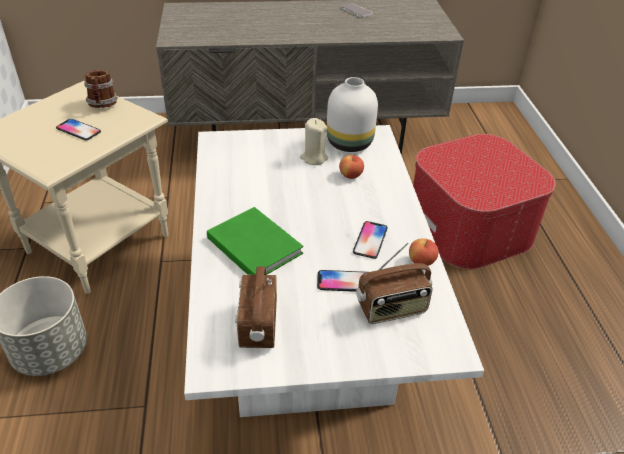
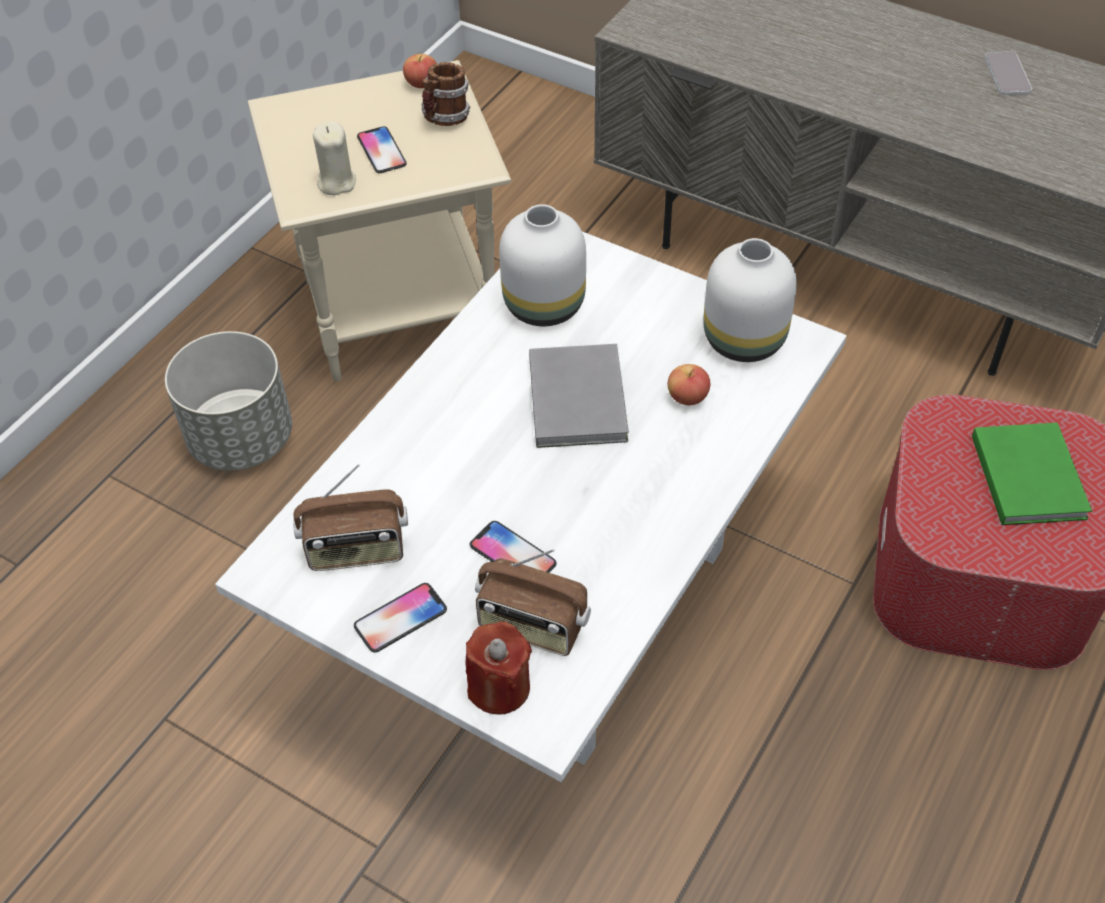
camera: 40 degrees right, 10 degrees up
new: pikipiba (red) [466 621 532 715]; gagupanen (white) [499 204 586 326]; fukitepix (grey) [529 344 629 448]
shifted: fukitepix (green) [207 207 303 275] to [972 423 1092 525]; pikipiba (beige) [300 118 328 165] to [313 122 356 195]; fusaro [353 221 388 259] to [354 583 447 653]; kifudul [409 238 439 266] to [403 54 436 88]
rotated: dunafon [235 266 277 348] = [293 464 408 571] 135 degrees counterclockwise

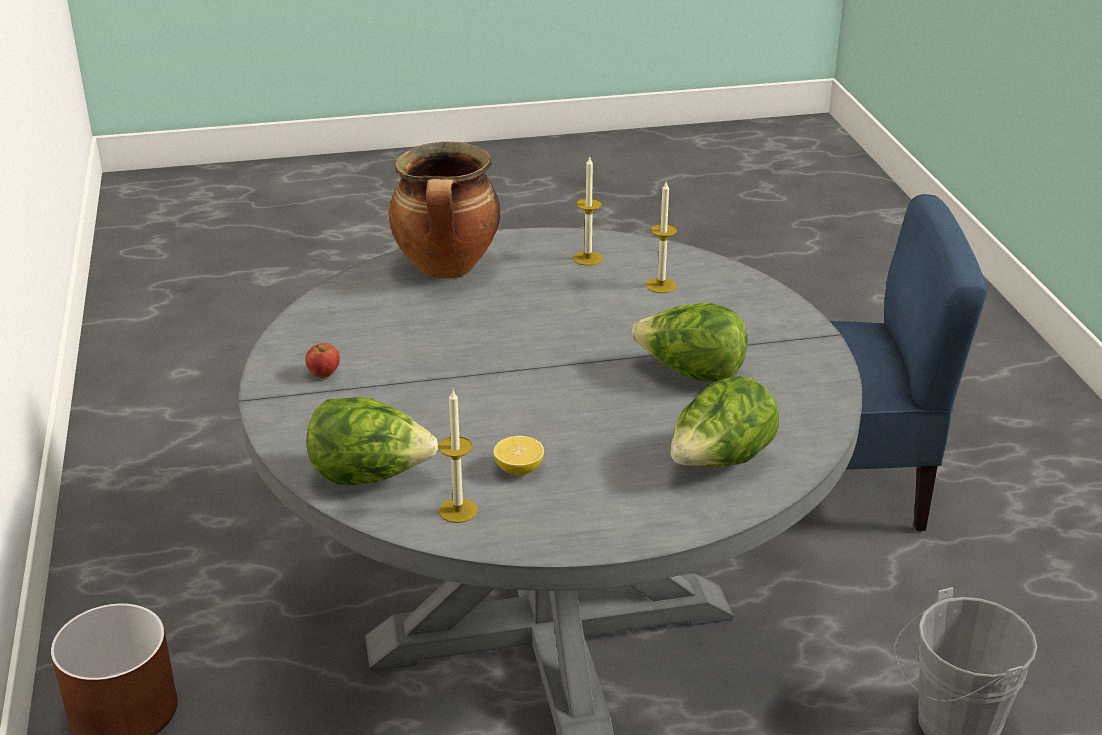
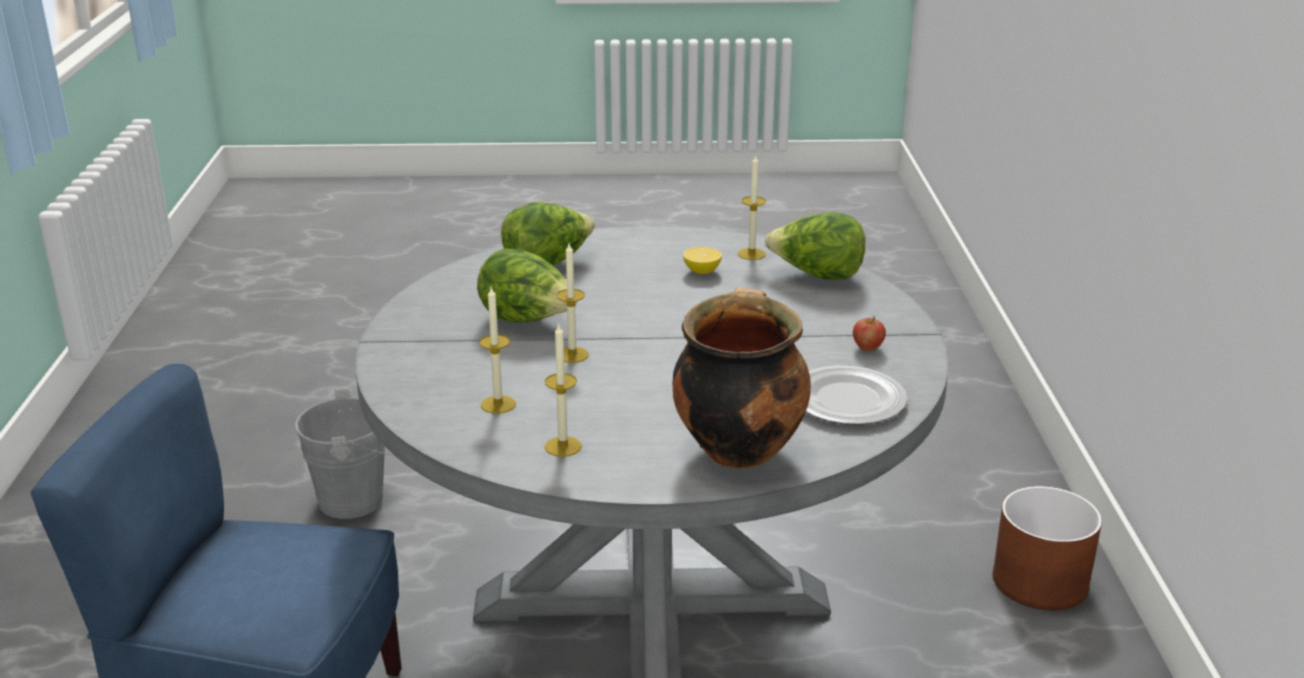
camera: 170 degrees left, 5 degrees down
new: pikipiba [557 244 589 363]; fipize [806 366 908 425]

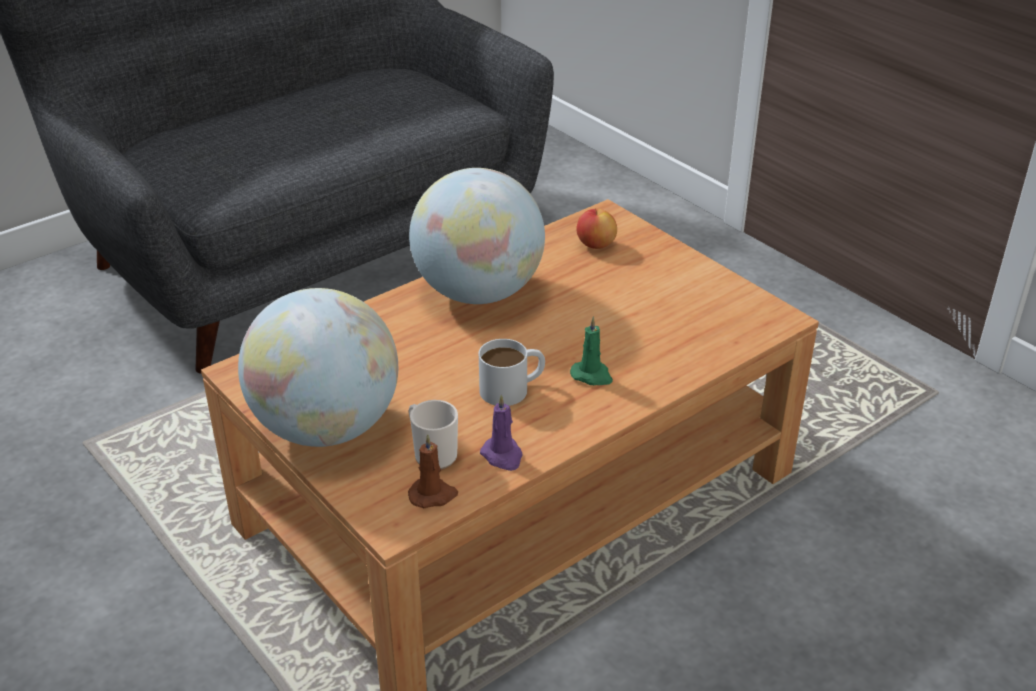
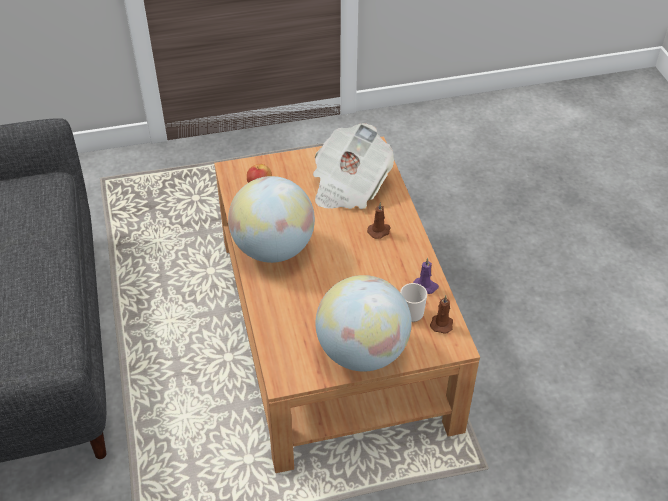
camera: 65 degrees left, 10 degrees up
gone: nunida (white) [479 339 545 406]
new: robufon [313 123 394 209]
repainted: pikipiba (green) [570 317 613 385] to pikipiba (brown) [367 202 391 239]

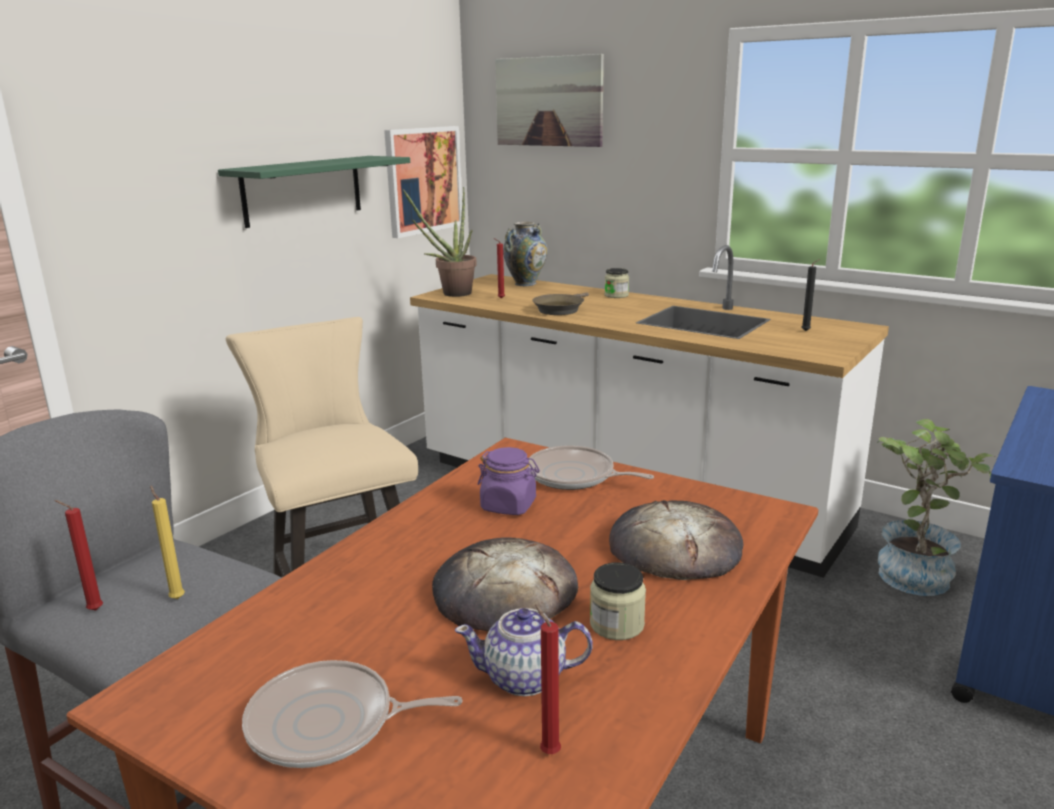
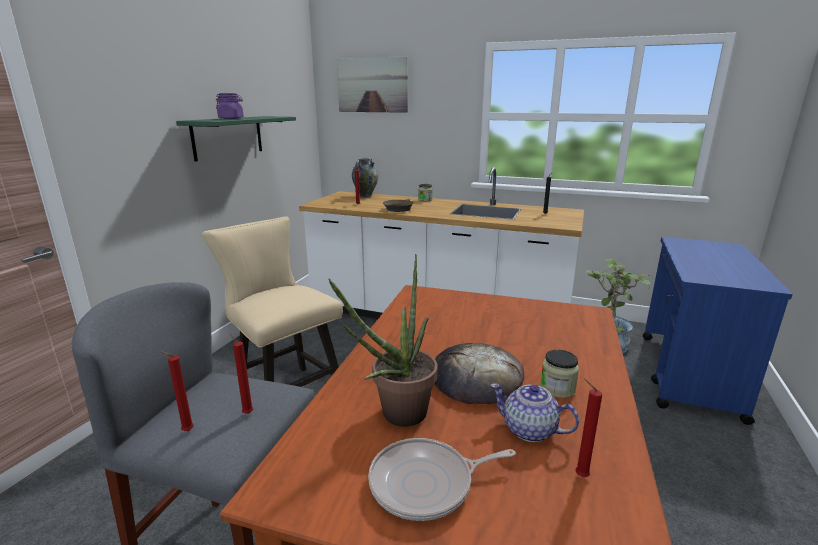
camera: 15 degrees left, 0 degrees up
gone: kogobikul [384 126 462 238]; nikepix [528 445 654 490]; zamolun [609 500 743 580]
shifted: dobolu [403 187 477 297] to [328 254 438 427]; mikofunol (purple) [478 447 540 515] to [216 93 244 119]
repainted: pikipiba (yellow) [150 485 185 599] to pikipiba (red) [229 333 253 414]
rotated: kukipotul [455 608 593 696] = [490 383 579 442] 45 degrees clockwise

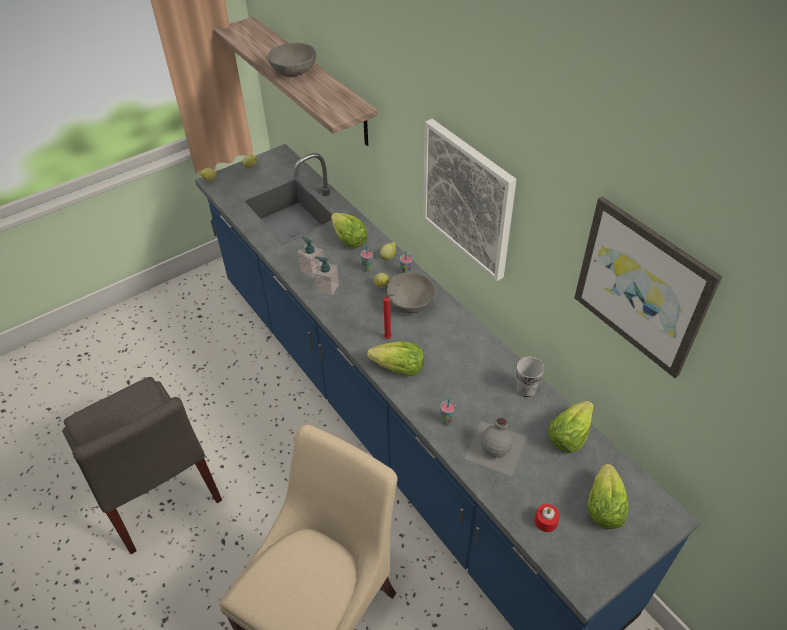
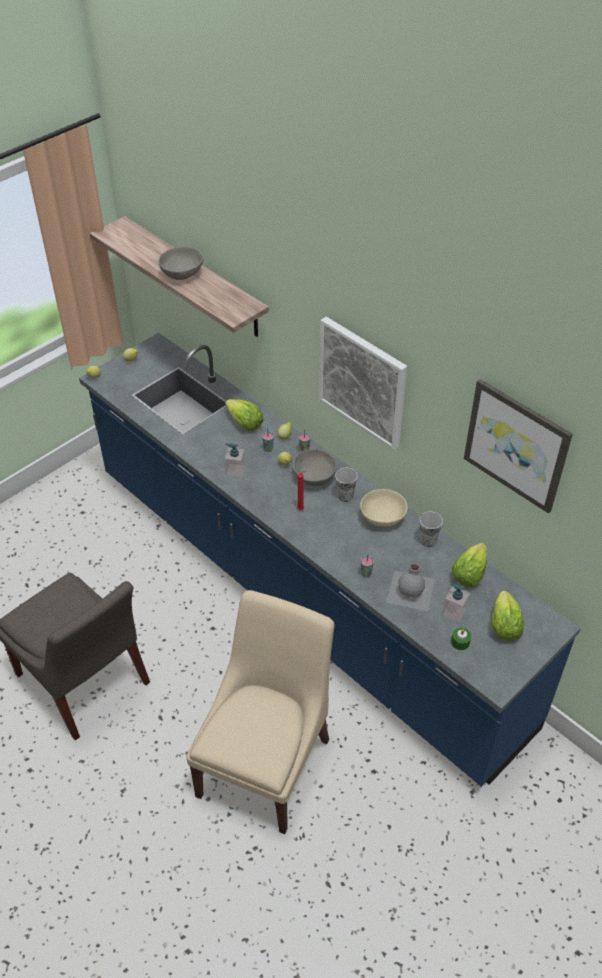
camera: 10 degrees left, 0 degrees up
gone: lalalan [367 341 424 376]
new: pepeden [335 467 358 502]; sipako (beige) [360 489 408 527]
shifted: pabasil [297 236 323 278] to [442 583 470 623]
repainted: pikipiba (red) [535 504 560 532] to pikipiba (green) [451 628 471 650]

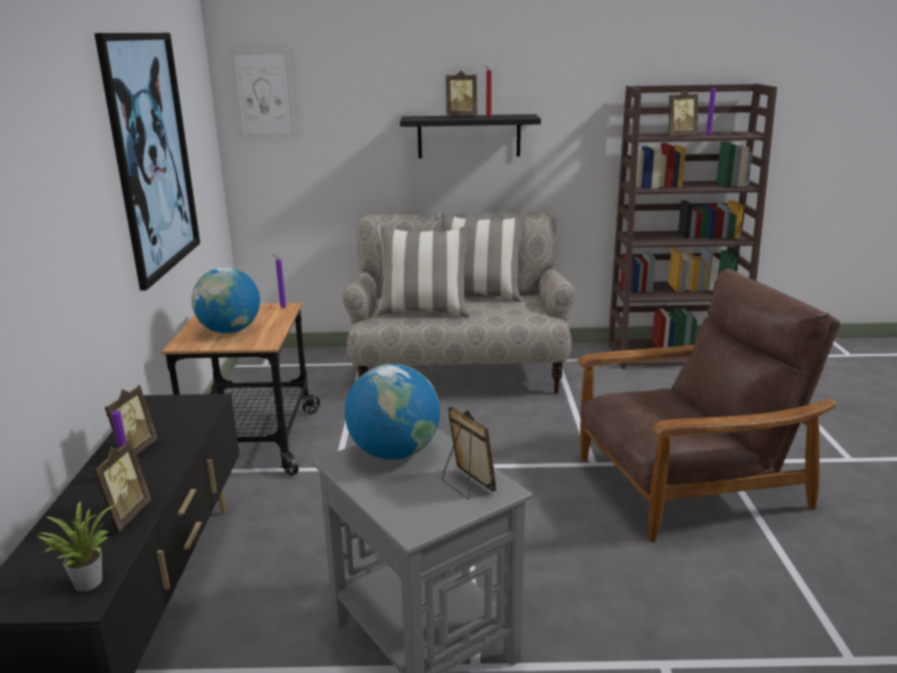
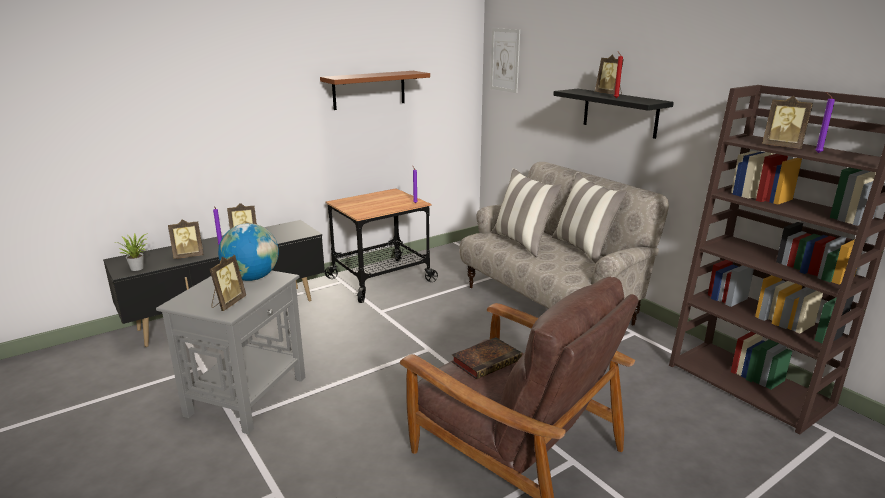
camera: 55 degrees right, 0 degrees up
gone: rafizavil [191 267 260 333]
new: fukitepix [452 337 522 379]
swapped: kogobikul [94 33 200 291] to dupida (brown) [320 71 430 110]

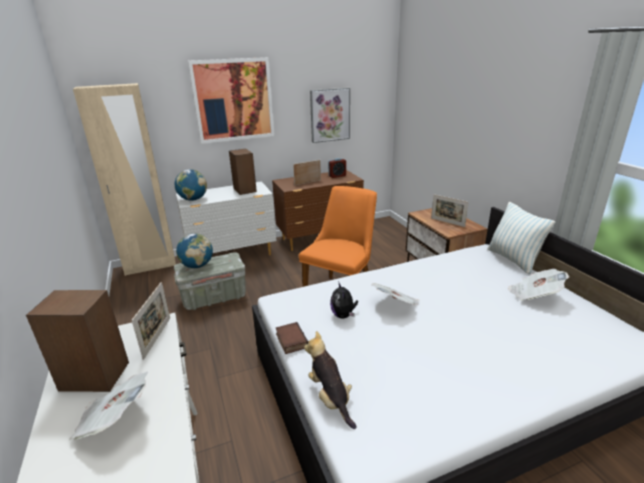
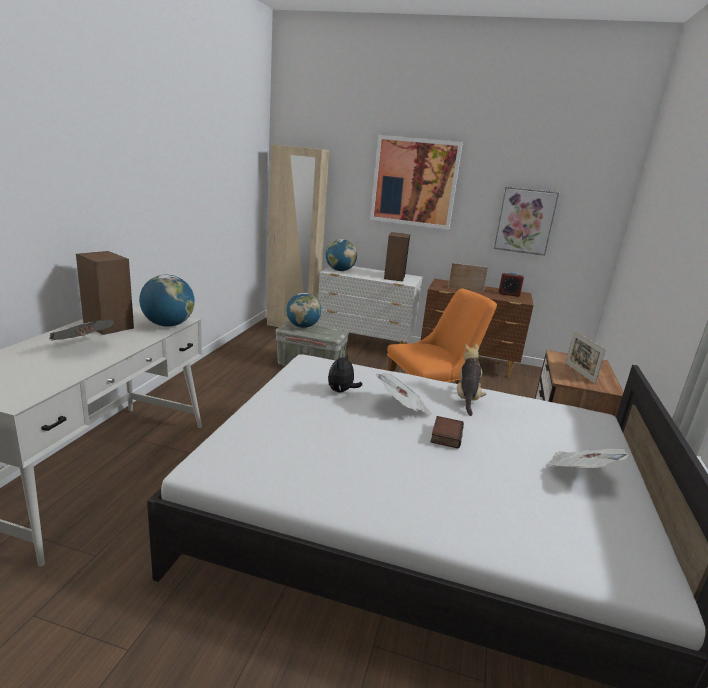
camera: 35 degrees right, 5 degrees down
gone: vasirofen [487 202 555 274]
shifted: fukitepix [276 322 308 354] to [431 416 464 449]; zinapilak [304 331 356 429] to [457 344 487 416]
swapped: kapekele [132 282 170 360] to rafizavil [139 275 195 327]

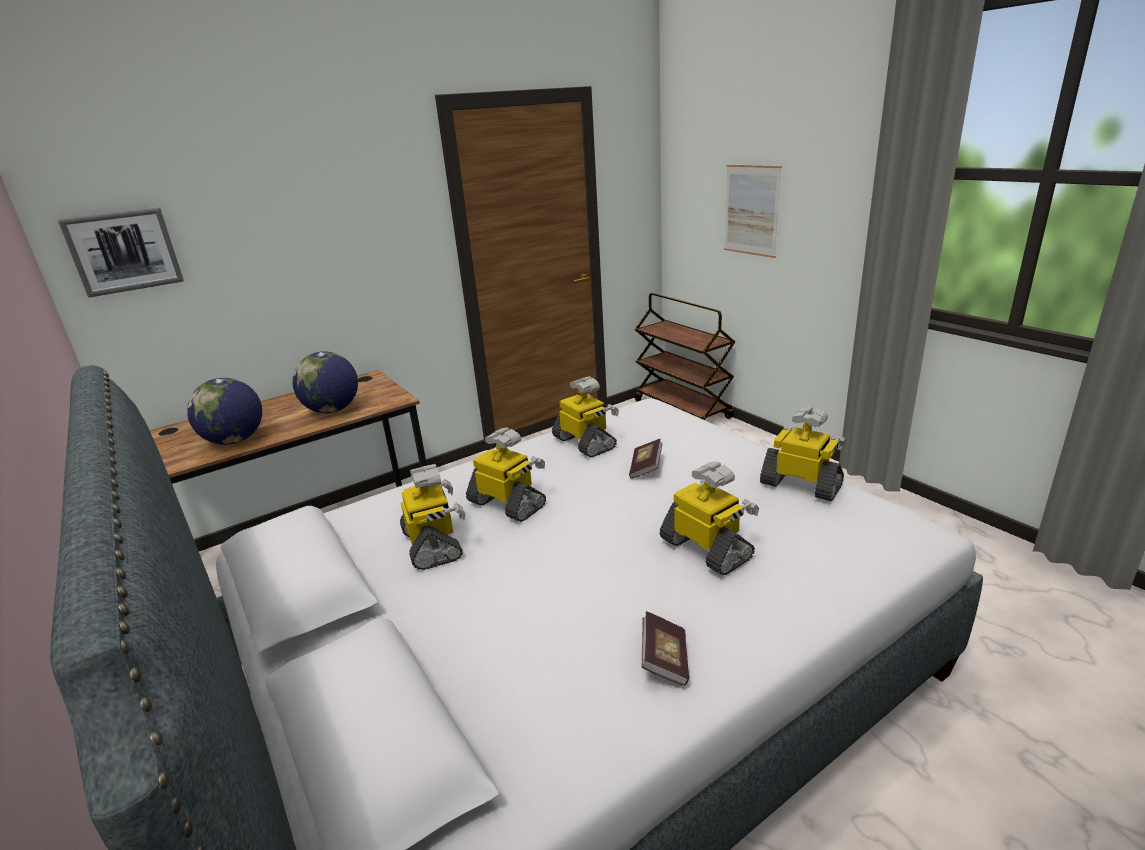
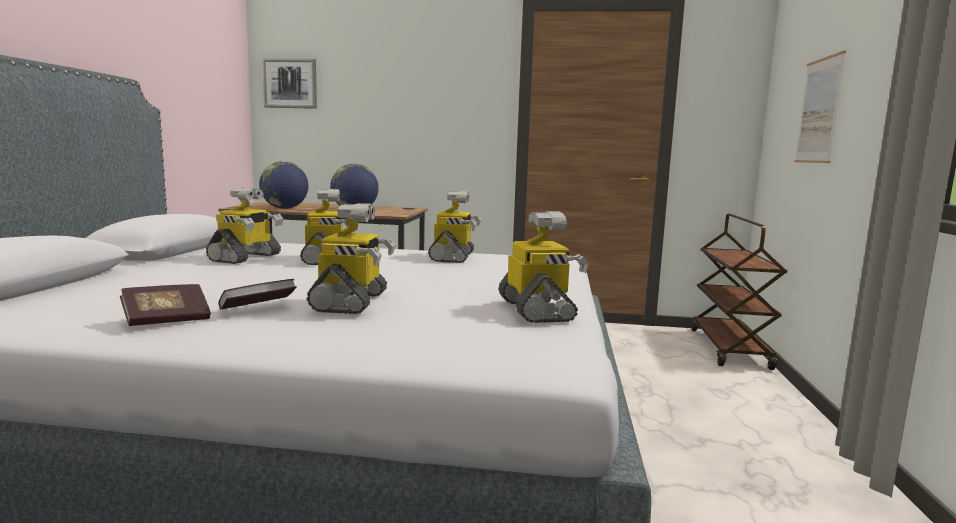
camera: 40 degrees right, 15 degrees down
shifted: fukitepix [629 439 663 479] to [218 279 296 310]

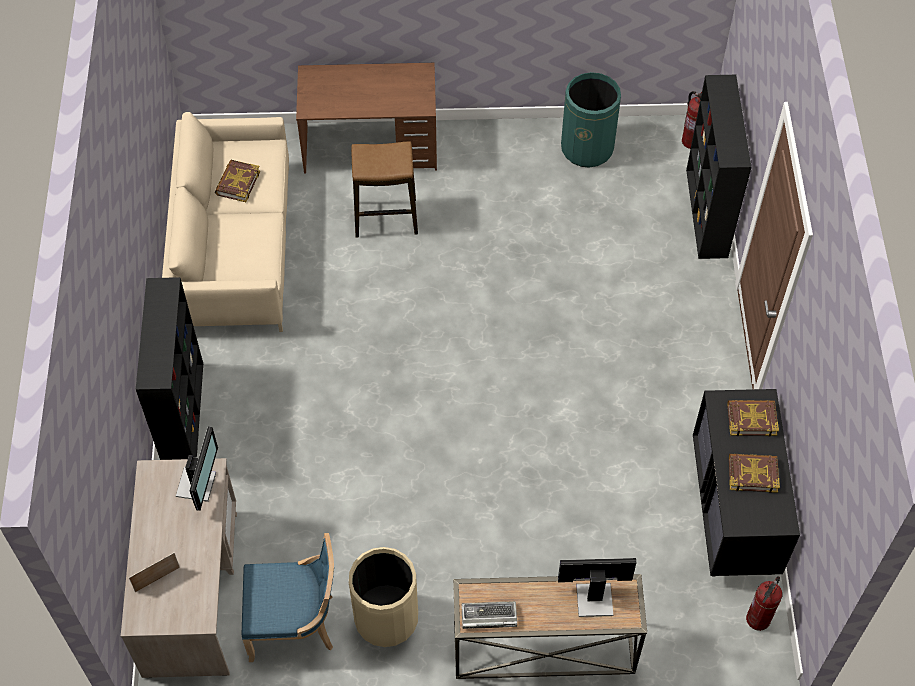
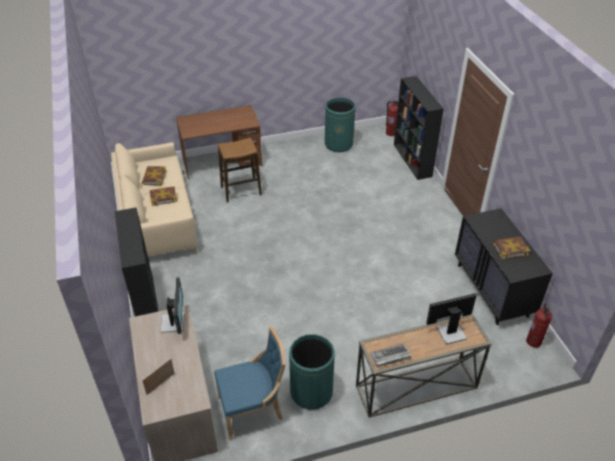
camera: 15 degrees left, 15 degrees down
shifted: fukitepix [727 400 779 437] to [150 186 177 206]
repainted: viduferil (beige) [349 547 418 647] to viduferil (green) [289 334 335 410]

